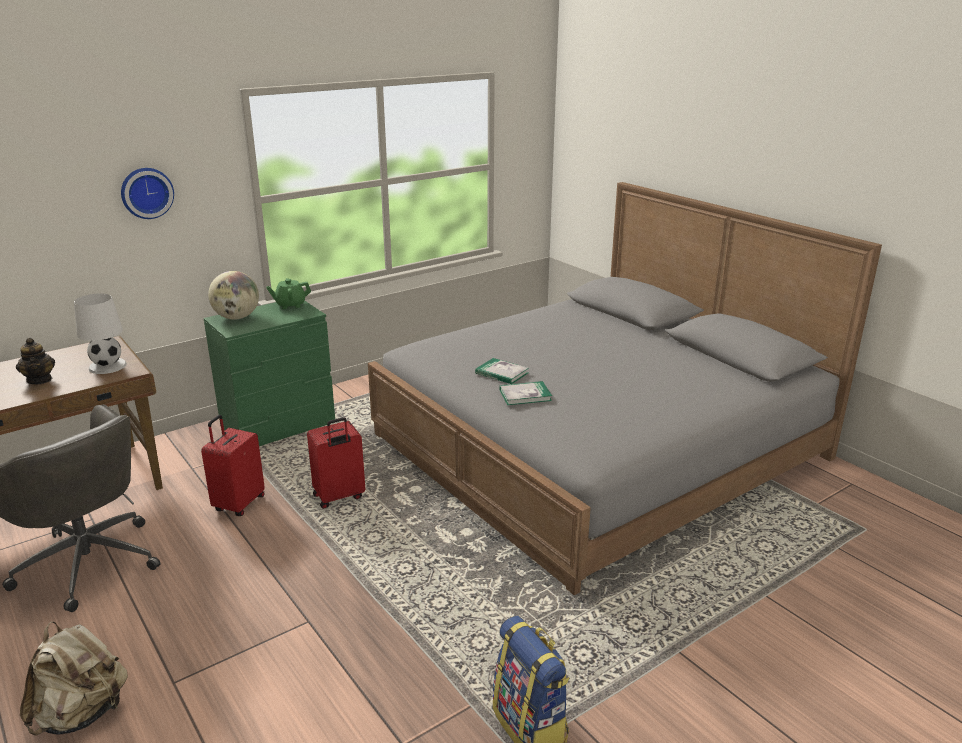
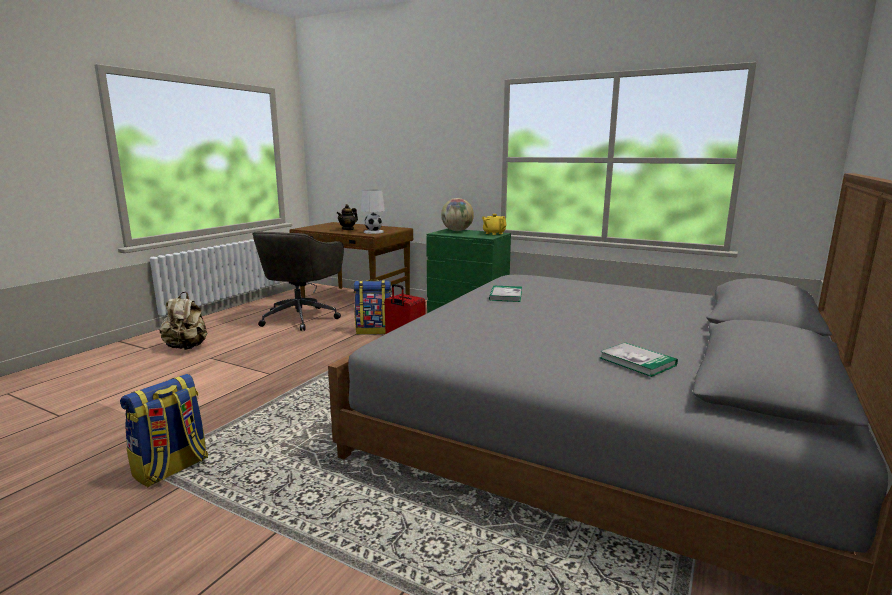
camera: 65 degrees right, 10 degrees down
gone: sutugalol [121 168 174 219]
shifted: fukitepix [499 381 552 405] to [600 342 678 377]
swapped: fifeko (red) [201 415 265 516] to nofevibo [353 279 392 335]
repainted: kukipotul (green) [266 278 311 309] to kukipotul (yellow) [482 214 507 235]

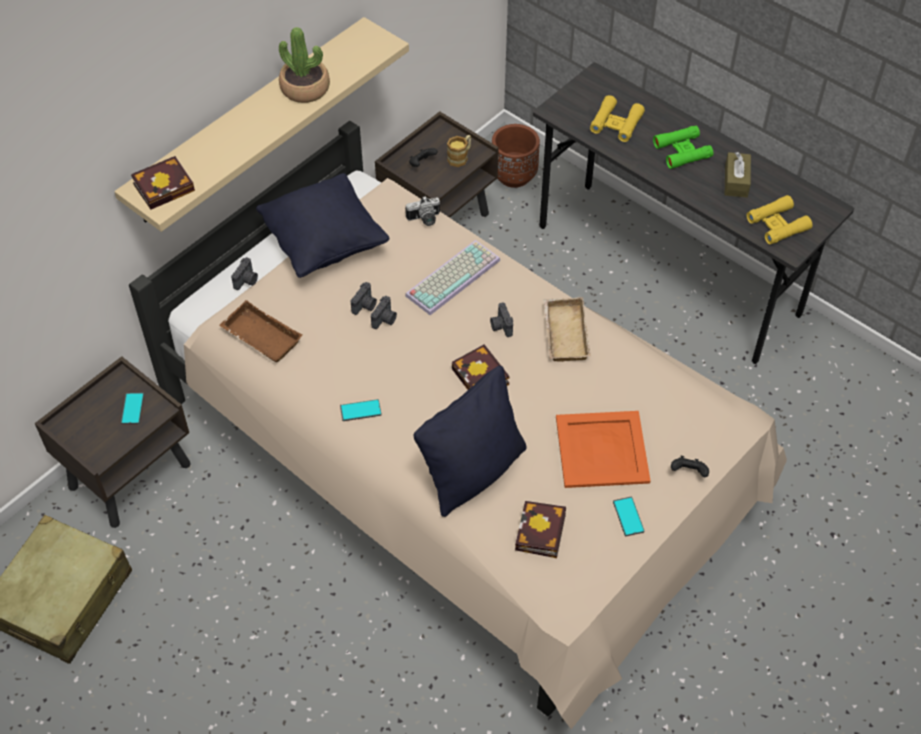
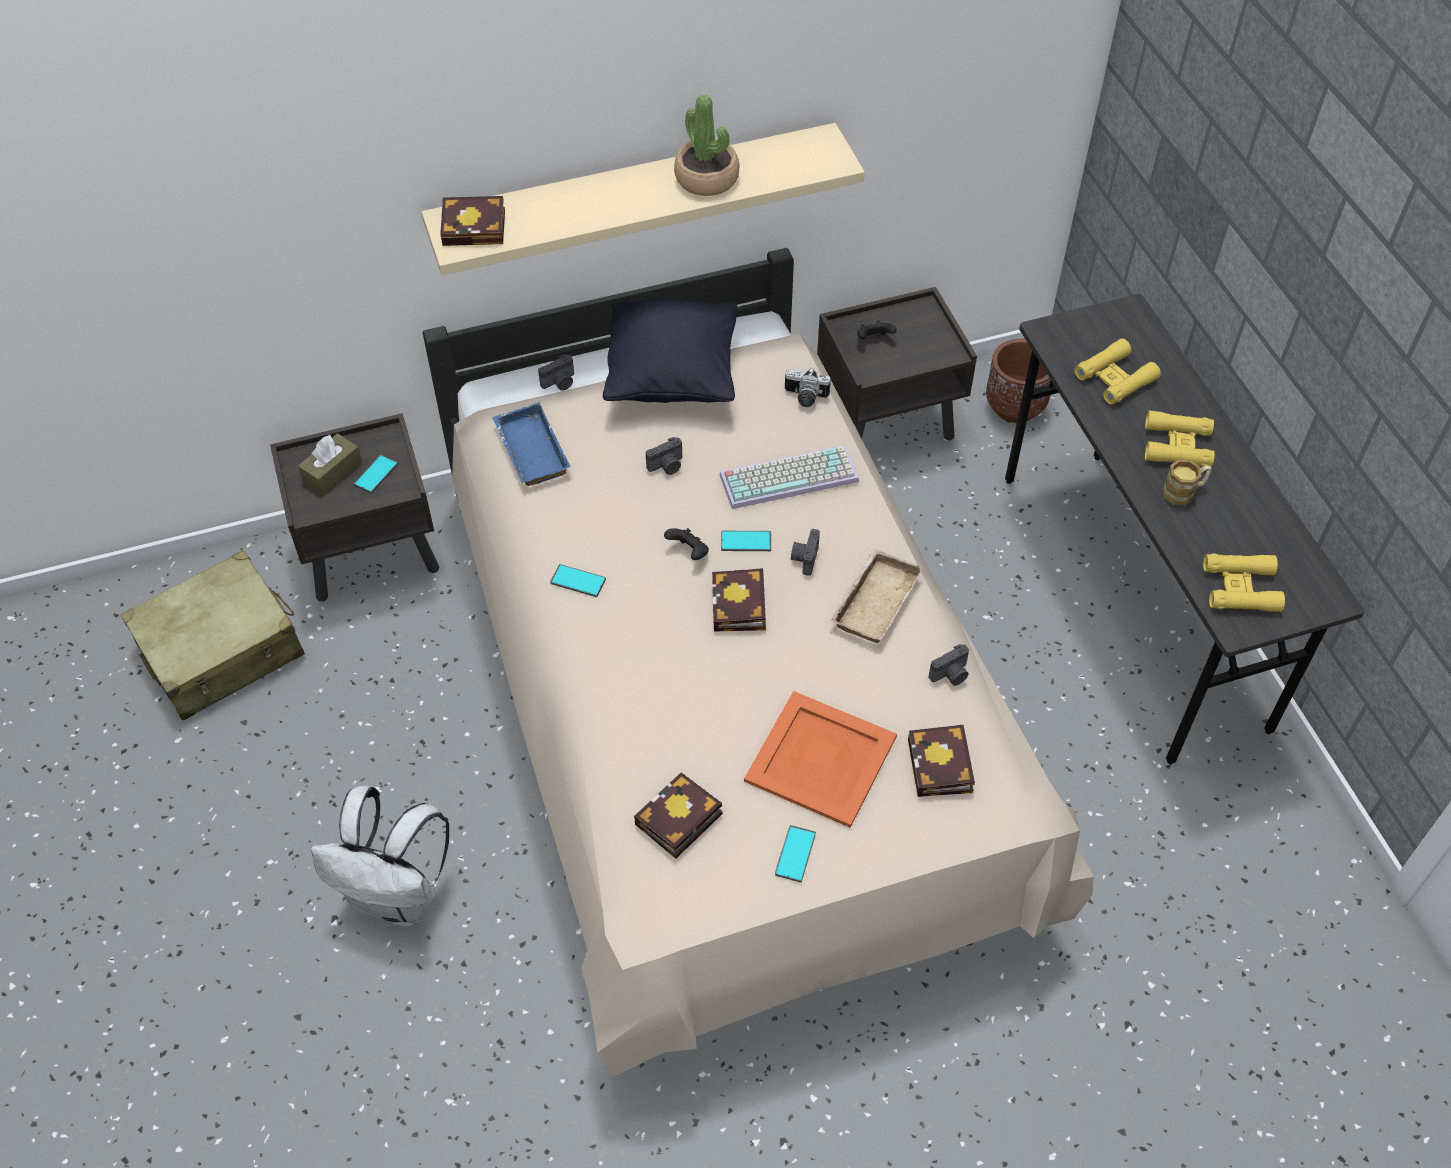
camera: 30 degrees right, 0 degrees up
gone: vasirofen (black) [414 366 527 517]
new: nofevibo (white) [311 785 450 927]; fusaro [721 531 771 551]; fukitepix [908 725 975 797]
shifted: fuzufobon [371 296 397 329] to [929 644 969 686]; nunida [447 135 471 167] to [1163 459 1212 505]; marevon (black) [671 456 709 477] to [664 528 709 560]; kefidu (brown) [725 152 751 198] to [298 433 362 495]
repainted: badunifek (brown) [219 300 302 362] to badunifek (blue) [492 402 571 486]; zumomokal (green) [653 126 713 169] to zumomokal (yellow) [1145 410 1215 467]

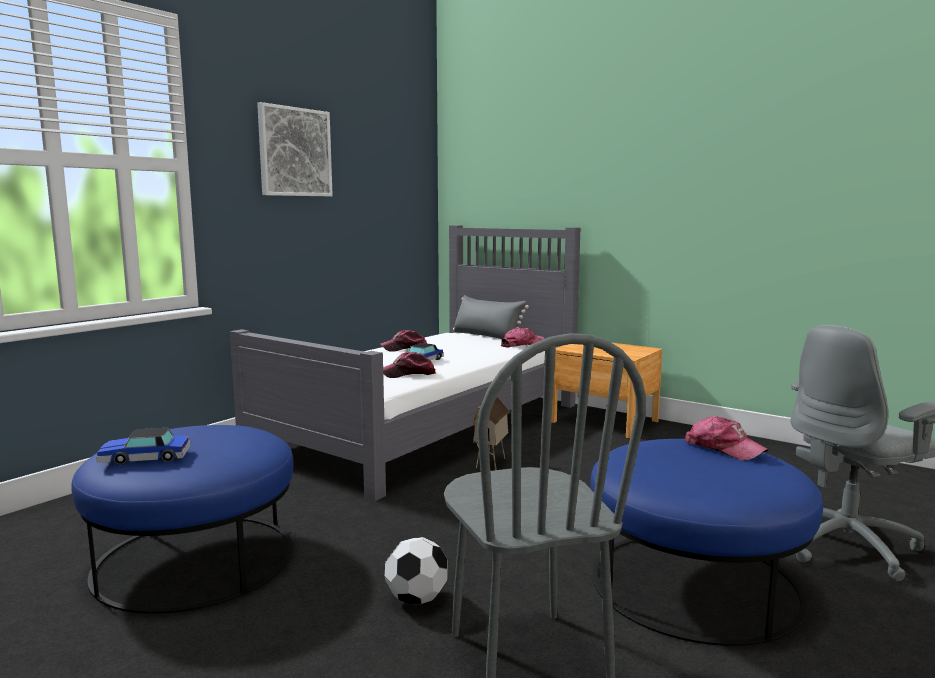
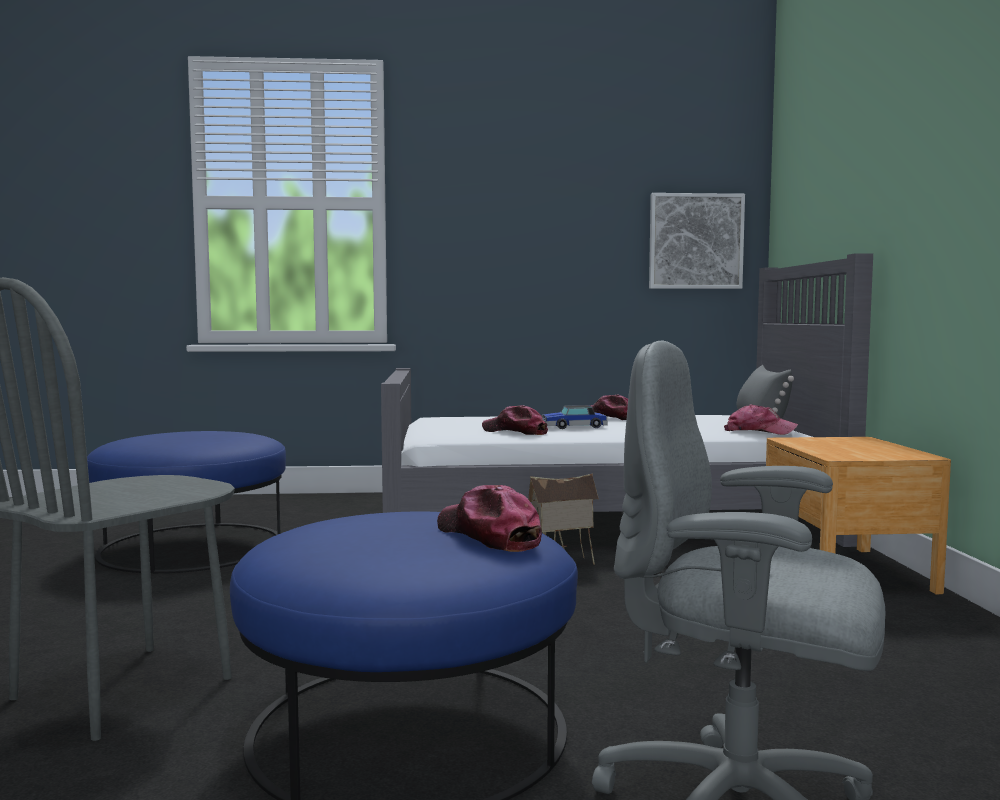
camera: 50 degrees right, 5 degrees down
gone: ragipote [96 428 190 465]; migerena [385 537 448 605]
shifted: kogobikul [257 102 333 196] to [649 193 745 289]
rotated: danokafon [685 416 769 461] = [437 485 542 552] 135 degrees clockwise

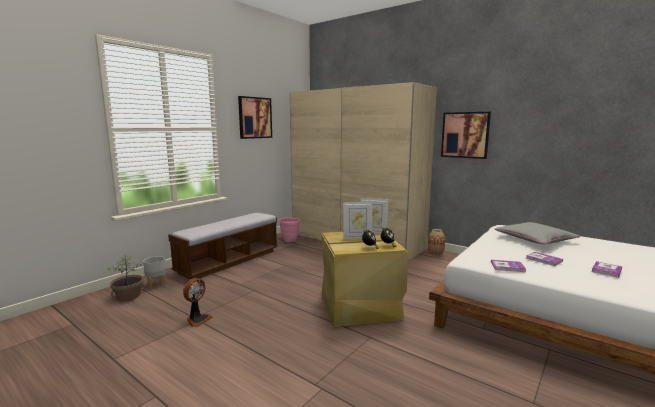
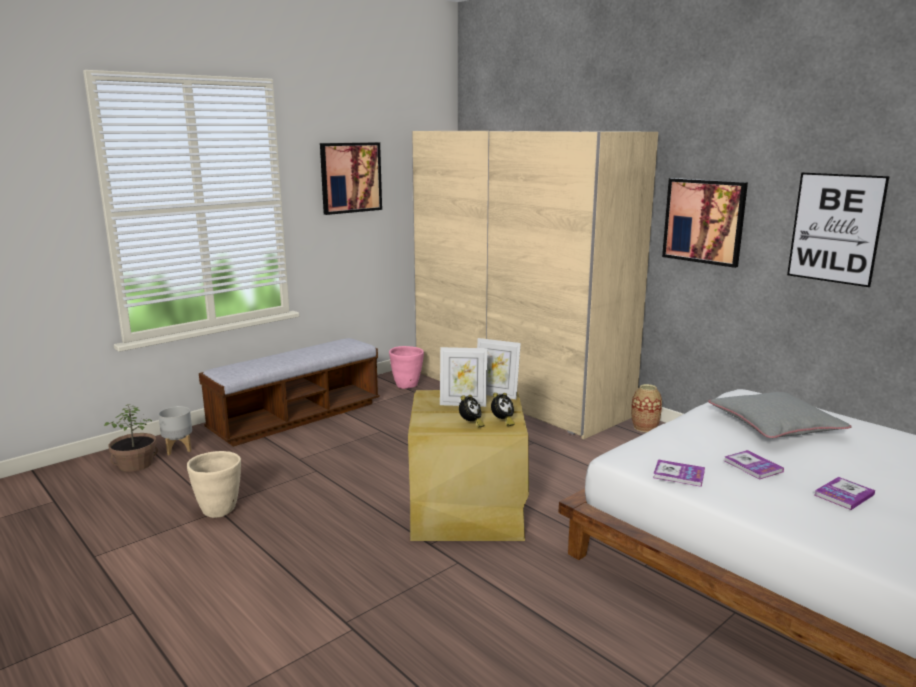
camera: 10 degrees right, 5 degrees up
new: kogobikul [787 172 890 287]
swapped: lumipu [183 278 213 327] to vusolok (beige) [187 451 241 518]

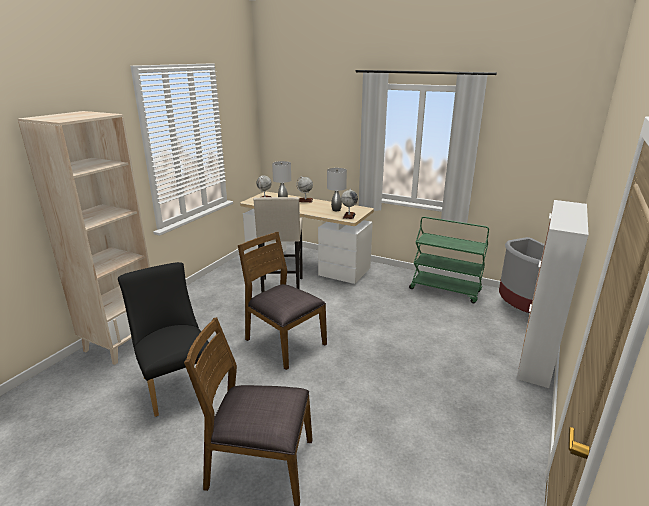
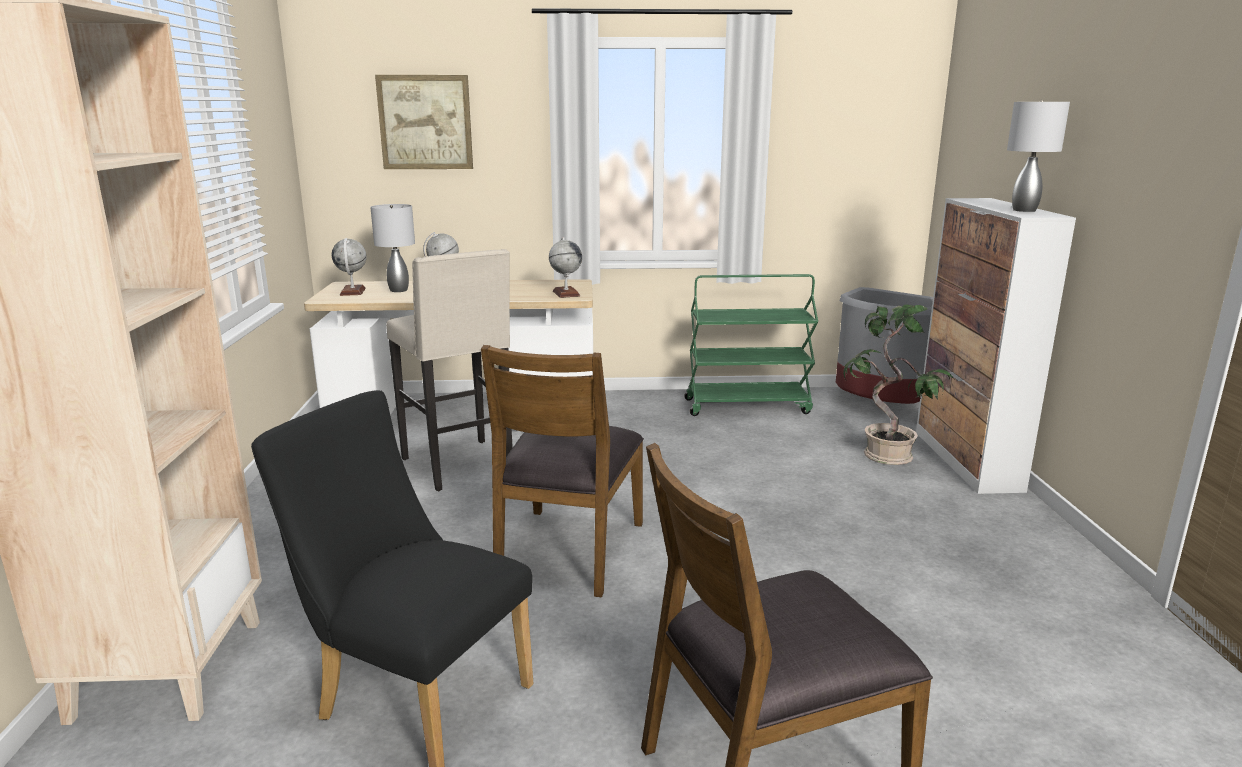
camera: 30 degrees left, 5 degrees down
new: kogobikul [375 75 473 169]; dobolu [843 304 954 465]
shifted: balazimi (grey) [327 168 347 211] to [1007 100 1070 212]
rotated: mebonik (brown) [238 232 327 370] = [481 345 644 598] 90 degrees counterclockwise

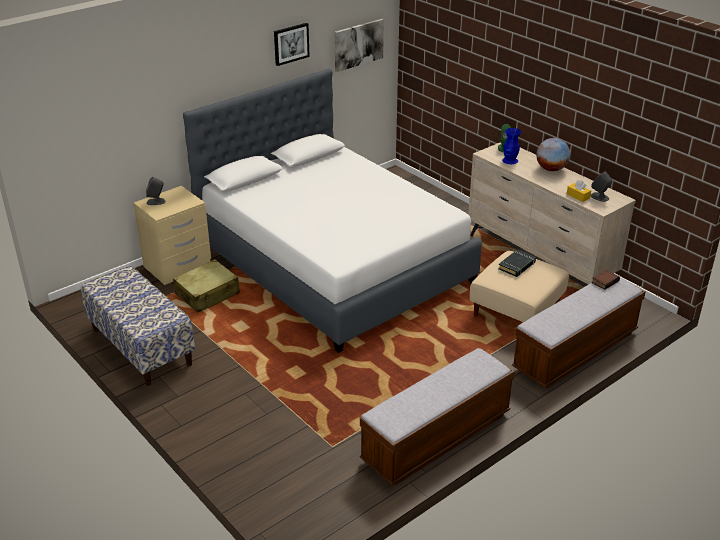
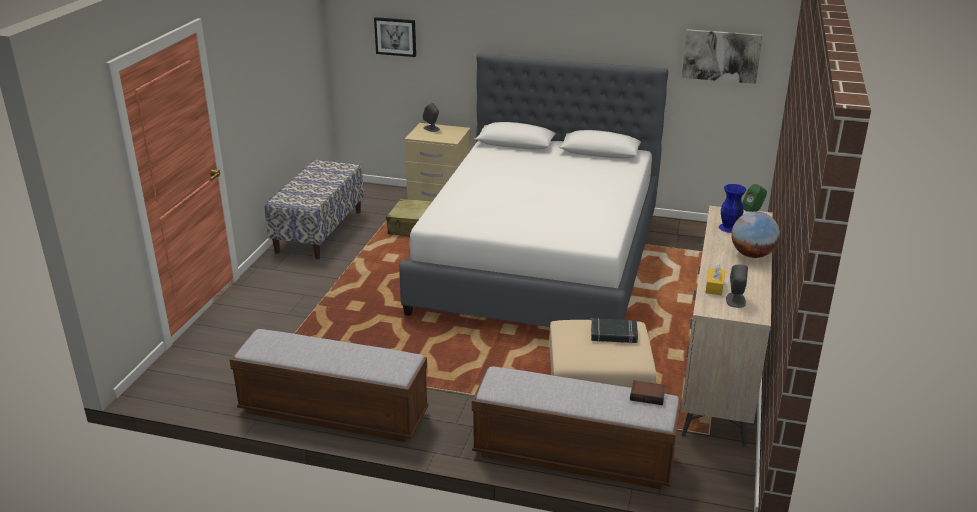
camera: 55 degrees right, 5 degrees down
shifted: kogobikul [274 23 310 66] to [374 17 416 57]

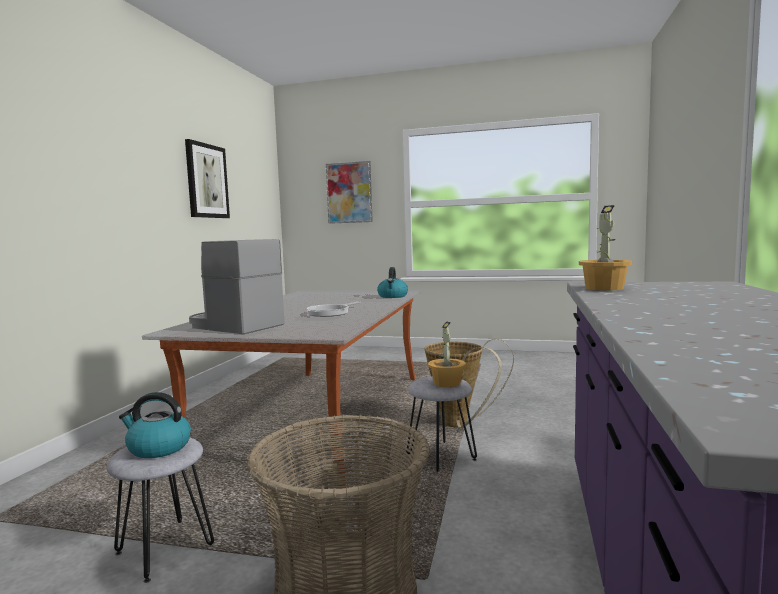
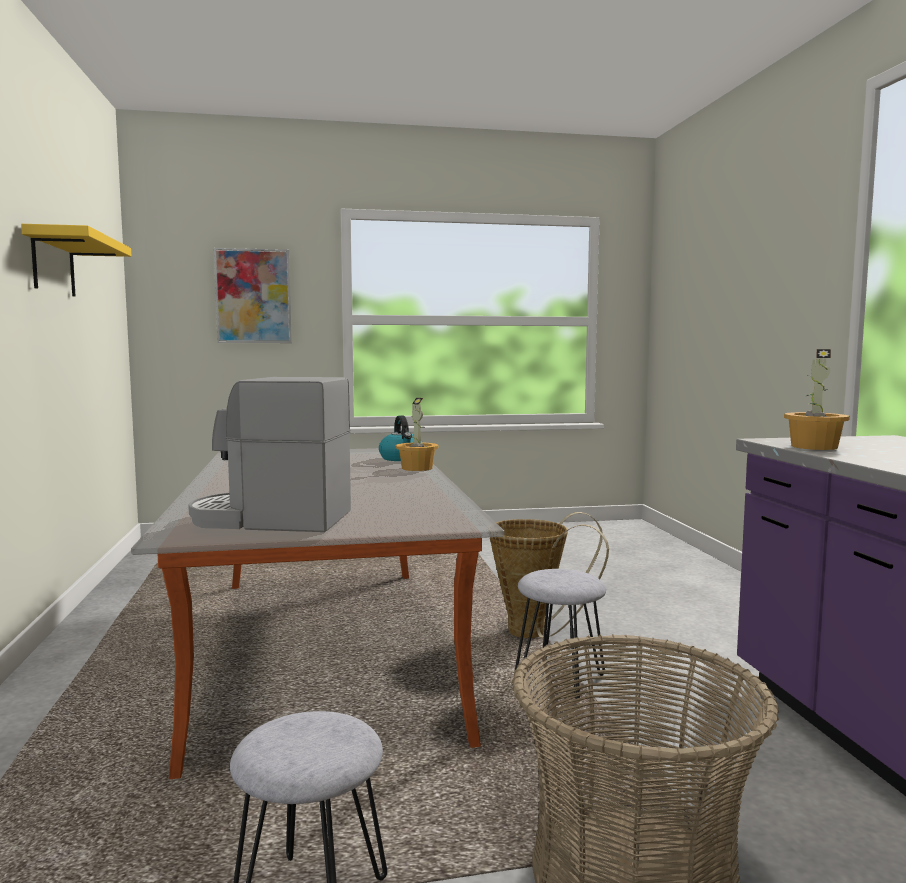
camera: 25 degrees left, 0 degrees up
gone: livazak [119 392 191 458]; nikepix [307 301 361 317]
shifted: dobolu [428 321 466 388] to [396 398 438 471]
swapped: kogobikul [185 139 230 218] to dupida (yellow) [21 224 131 296]

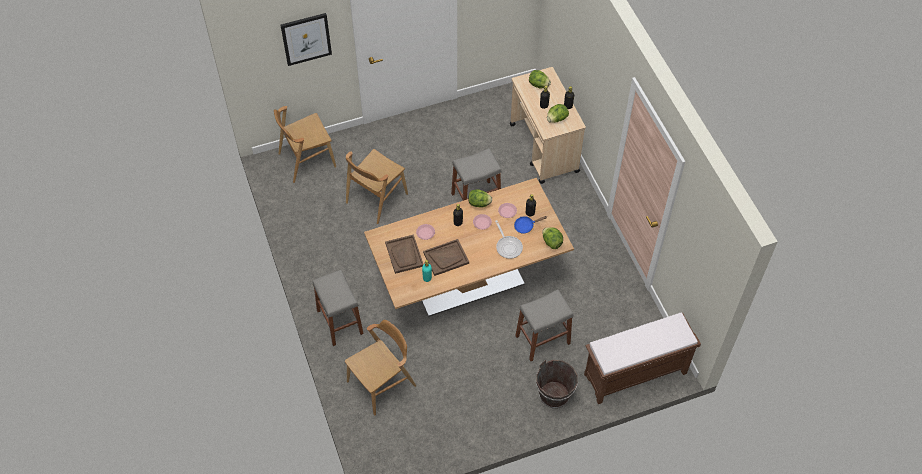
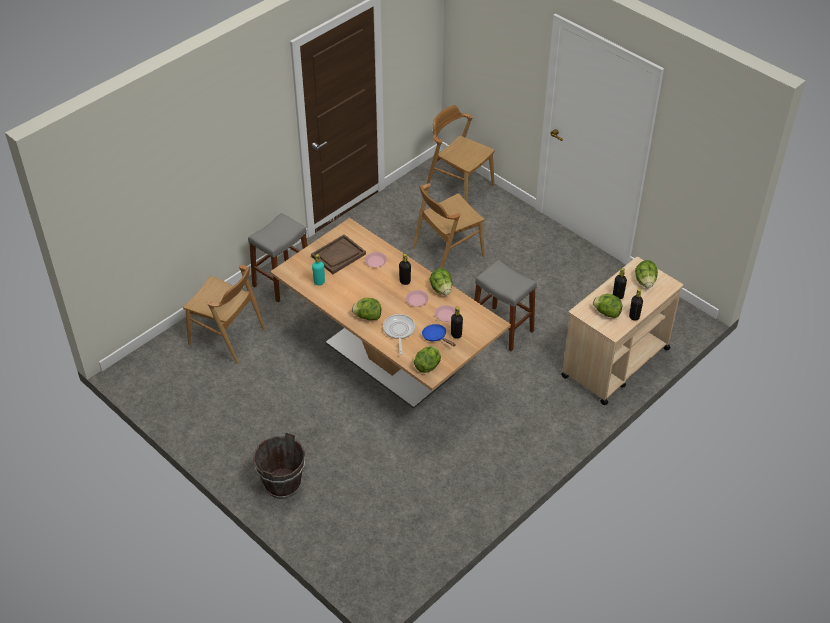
camera: 65 degrees right, 10 degrees down
gone: kogobikul [280 13 332 66]; badunifek (brown) [423 239 469 276]; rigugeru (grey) [515 290 574 361]; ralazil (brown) [584 313 701 404]
new: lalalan [352 298 381 320]
rotated: mebonik (brown) [346 149 408 224] = [413 183 485 268] 45 degrees counterclockwise; nikepix [495 220 523 259] = [383 314 415 354] 135 degrees clockwise

